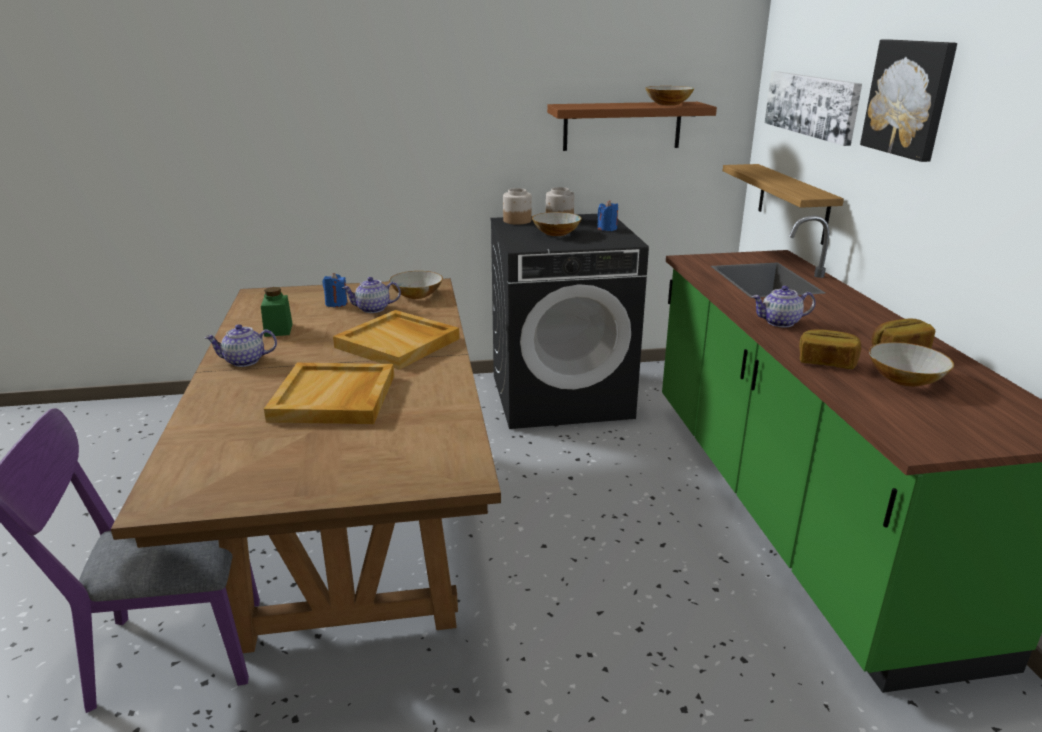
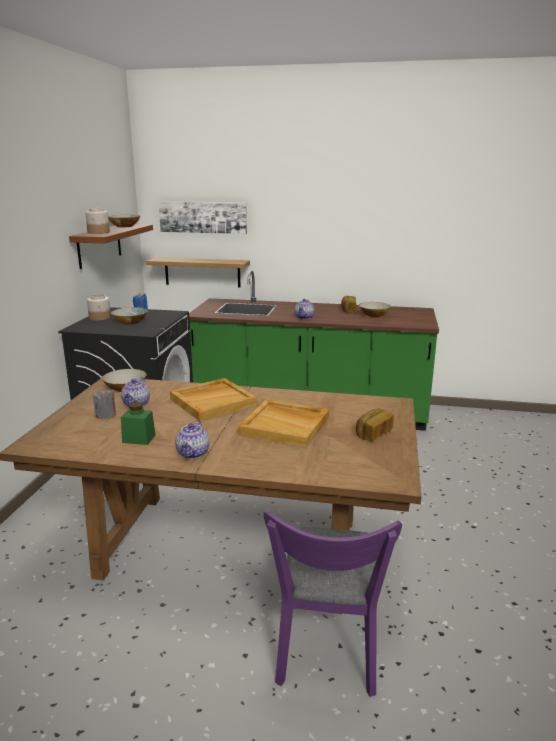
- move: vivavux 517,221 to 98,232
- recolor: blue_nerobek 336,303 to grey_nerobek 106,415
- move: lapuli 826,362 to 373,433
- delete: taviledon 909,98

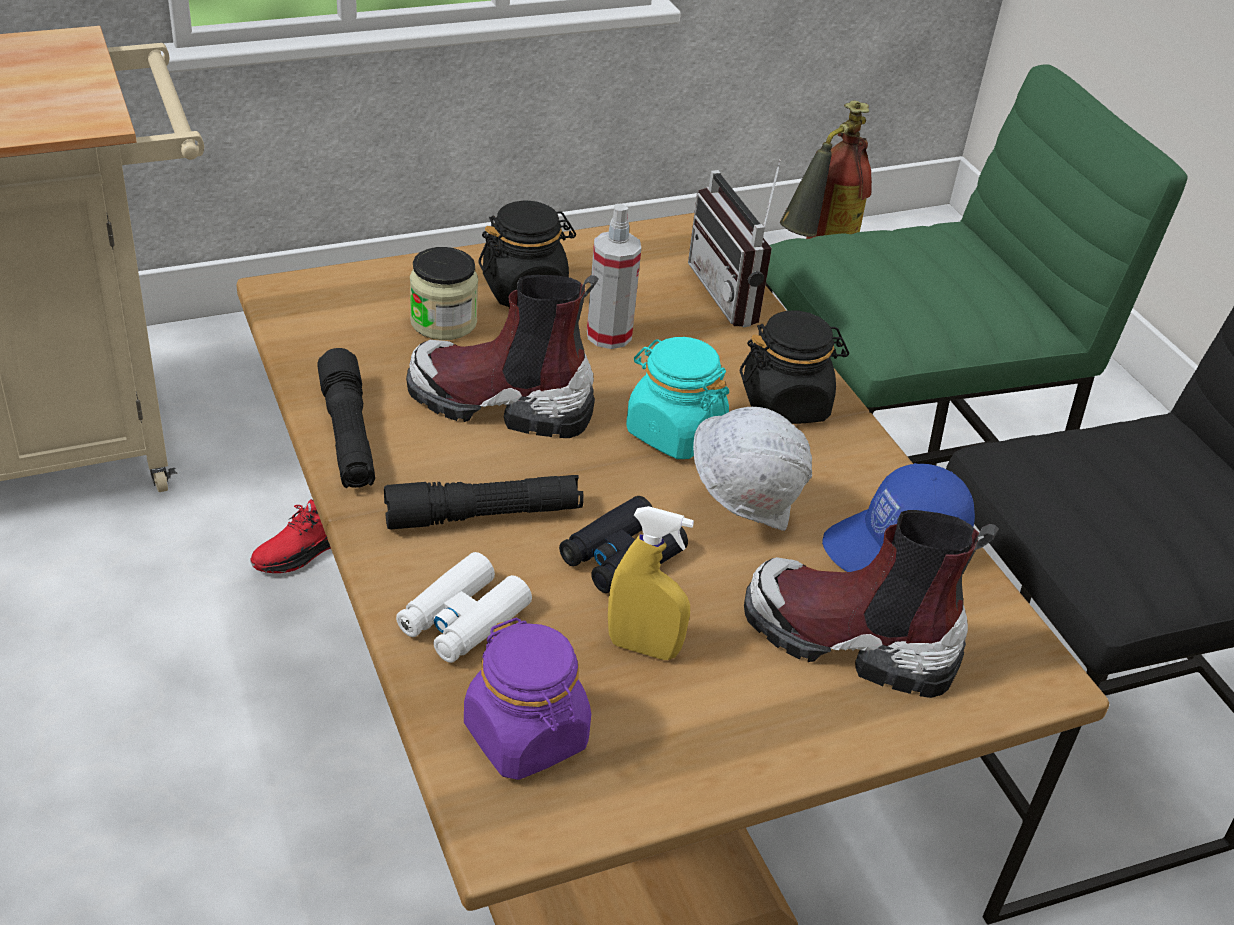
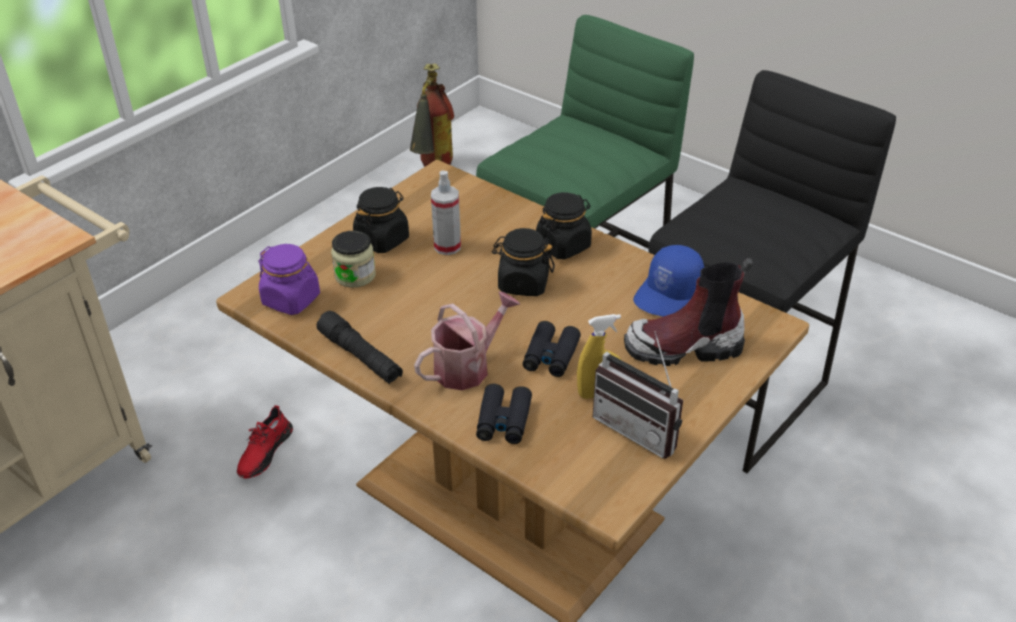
- move: purple_vivavux 526,736 to 291,300
- replace: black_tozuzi 483,515 to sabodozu 467,366
- recolor: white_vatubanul 463,619 to black_vatubanul 503,421
- recolor: turquoise_vivavux 674,432 to black_vivavux 523,283
- move: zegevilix 736,294 to 641,428
- delete: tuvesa 499,404
- delete: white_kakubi 742,511

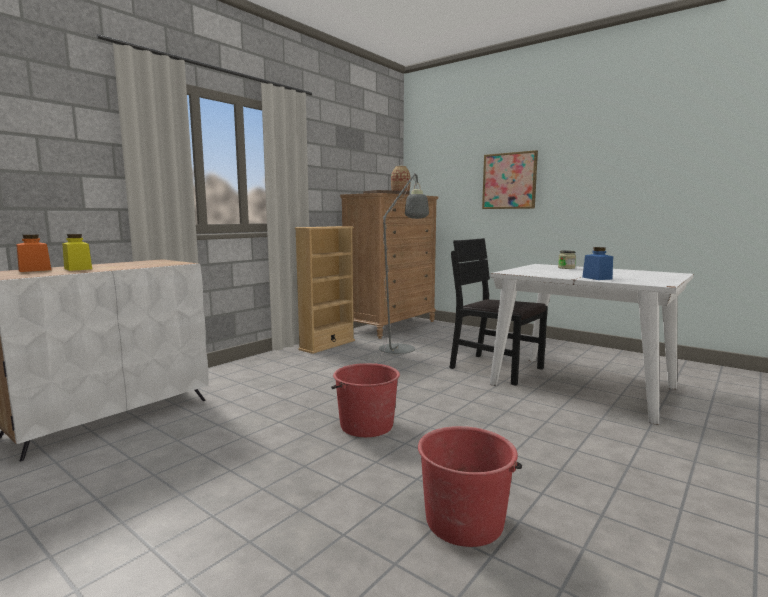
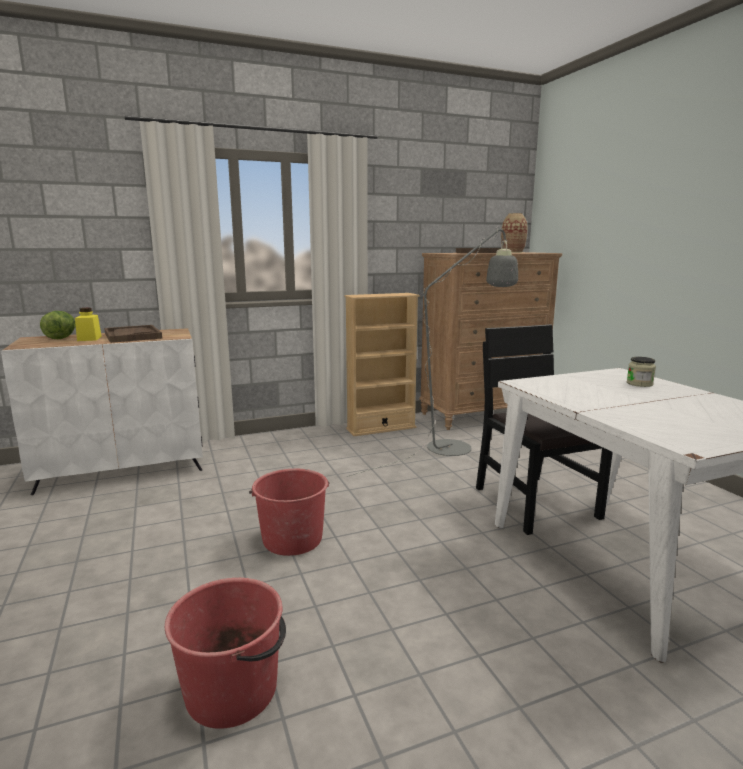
- replace: orange_vivavux 35,270 to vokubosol 62,337
- insert: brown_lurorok 132,336
- delete: taviledon 509,181
- delete: blue_vivavux 597,278

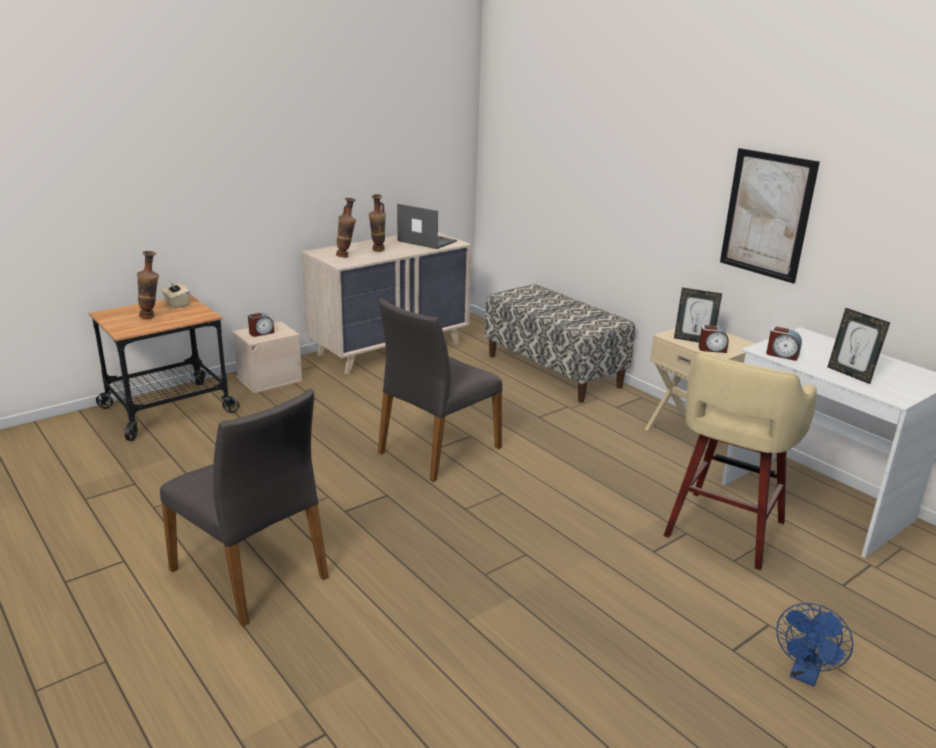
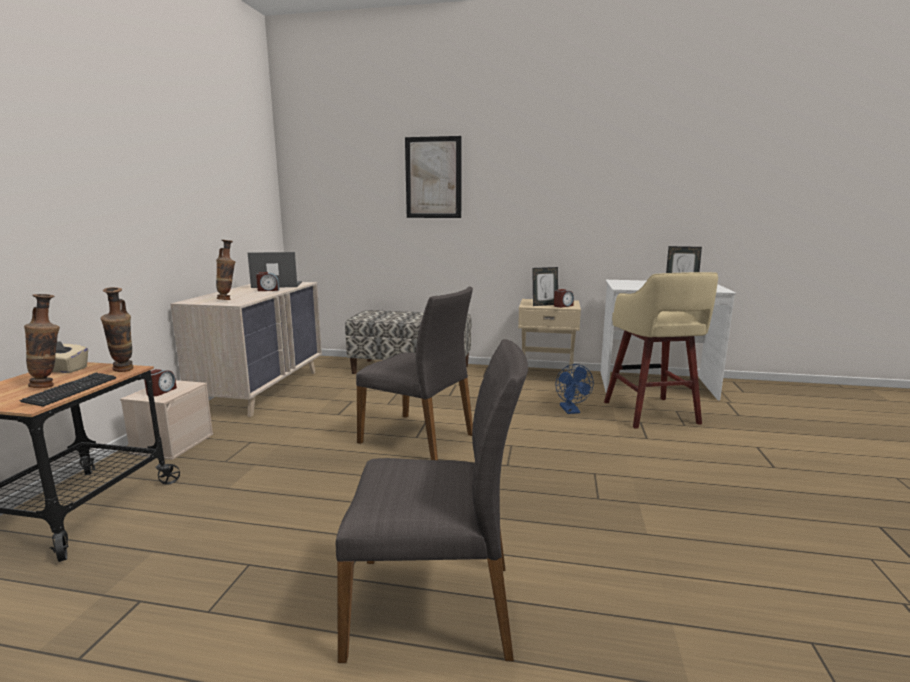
- insert: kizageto 71,390
- move: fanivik 378,251 to 124,371
- move: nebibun 782,355 to 268,290
- rotate: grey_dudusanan 437,450 = 418,438 60 degrees counterclockwise
- move: taviledon 767,214 to 433,178
- move: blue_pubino 805,674 to 571,411

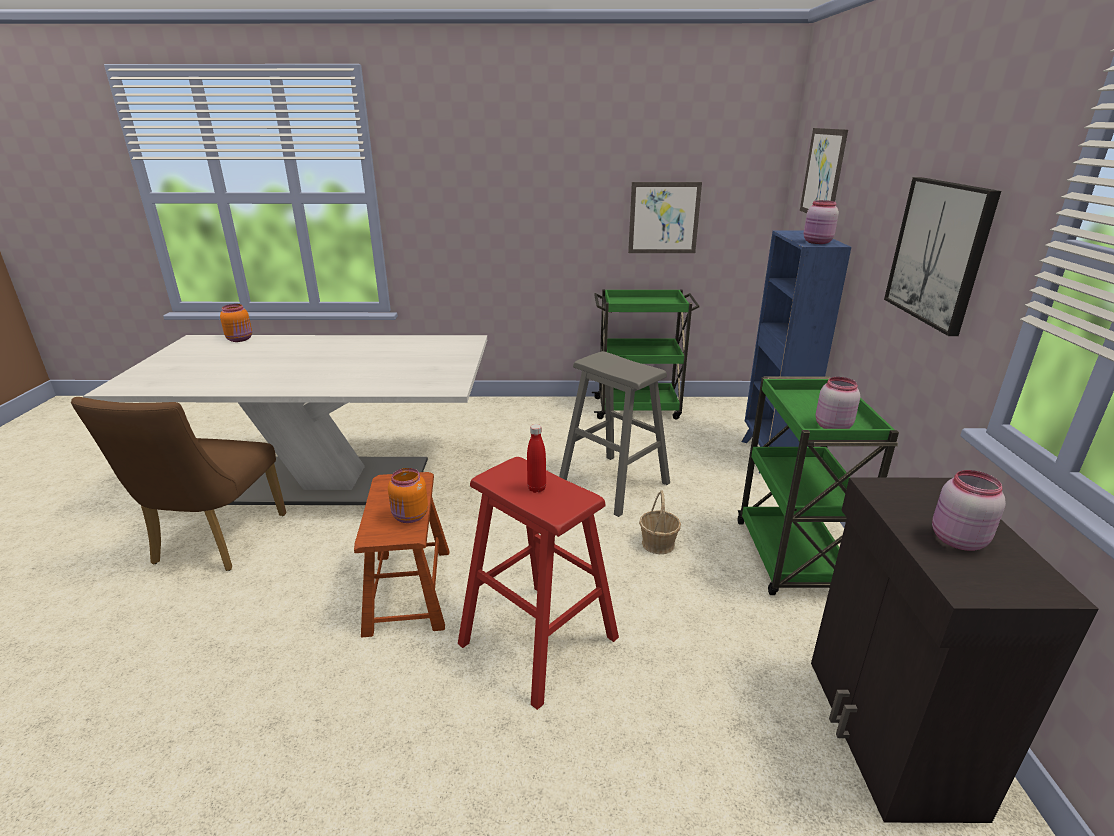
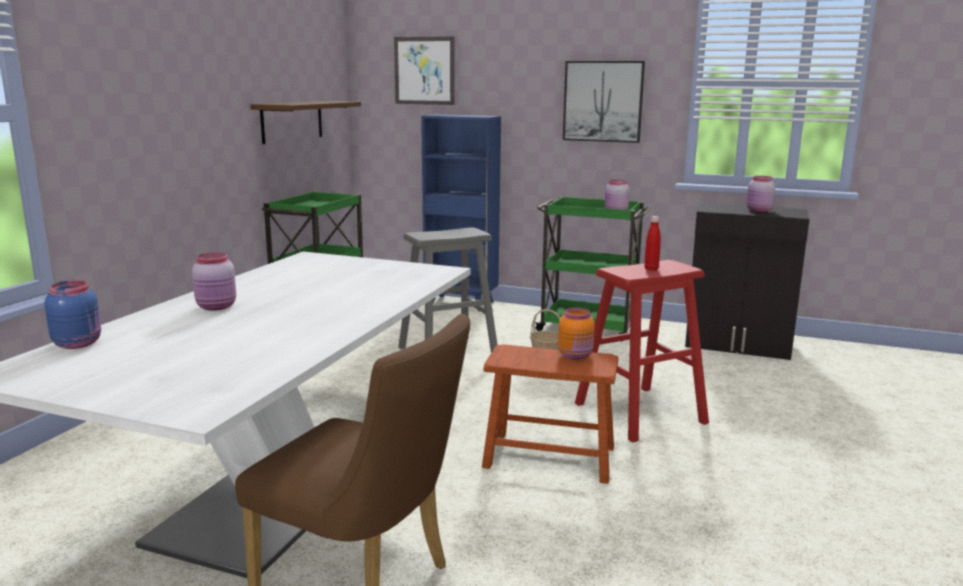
- recolor: orange_vivavux 240,339 to blue_vivavux 78,343
- move: pink_vivavux 817,242 to 217,307
- replace: taviledon 664,218 to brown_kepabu 292,121

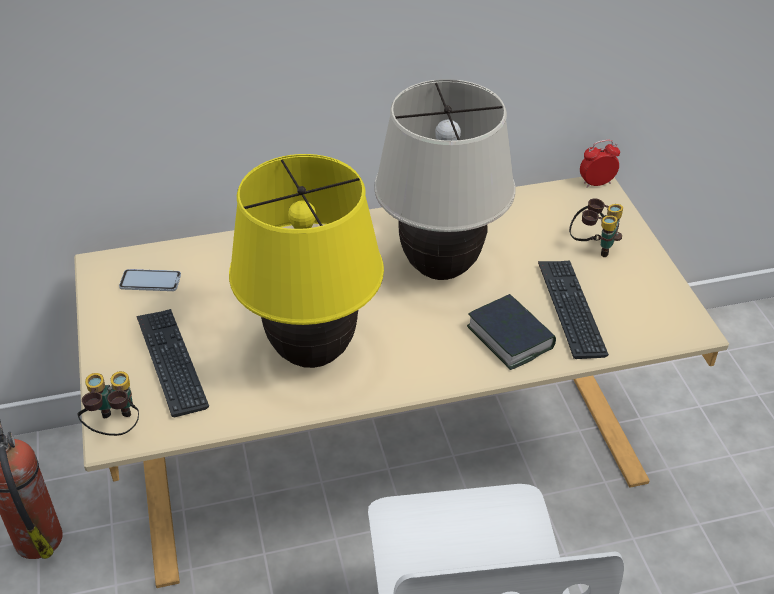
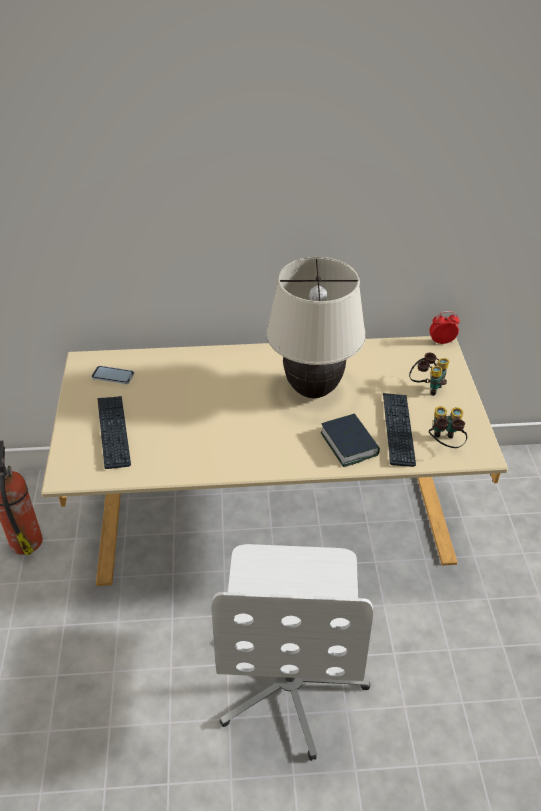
- move: vatubanul 115,428 to 444,444
- delete: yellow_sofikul 312,353

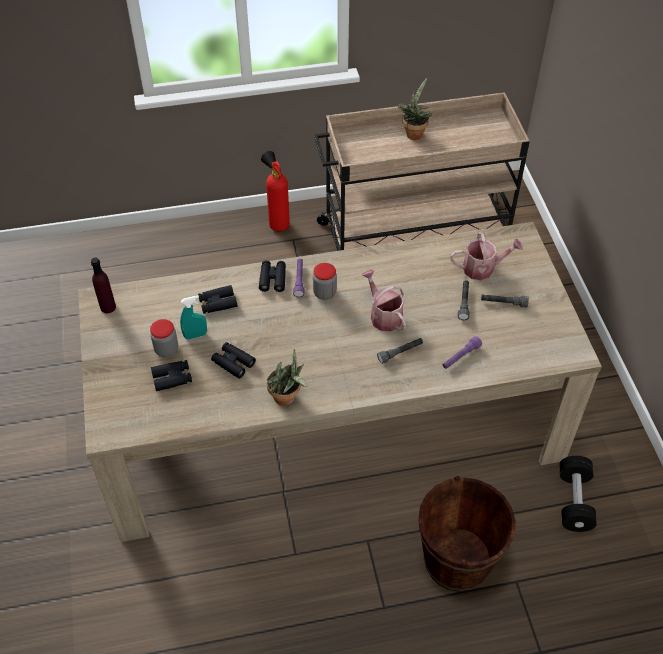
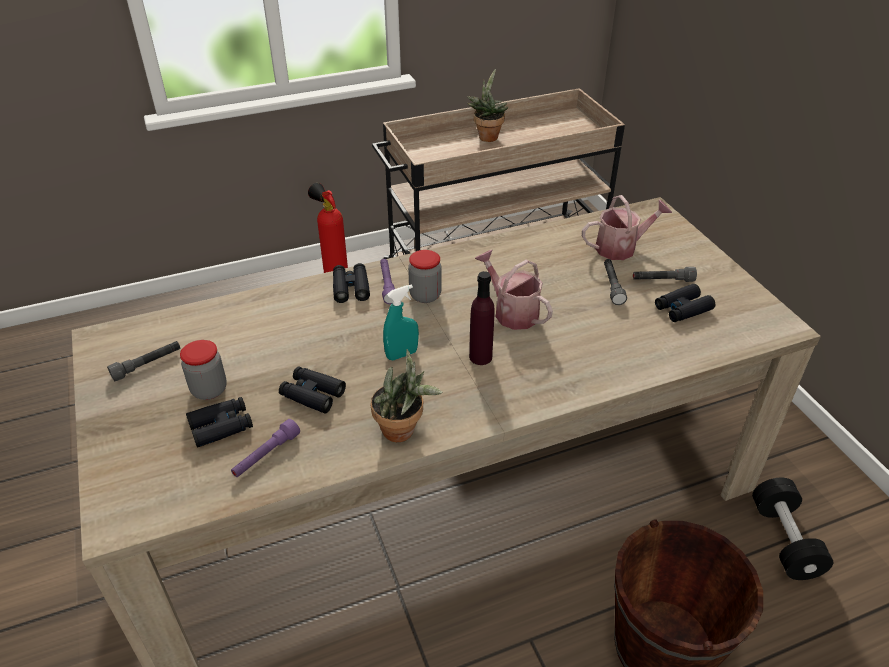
- move: grey_tozuzi 400,353 to 147,365
- move: purple_tozuzi 460,357 to 266,455
- move: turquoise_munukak 195,335 to 402,354
- move: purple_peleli 108,307 to 480,357
- move: black_vatubanul 217,303 to 682,309

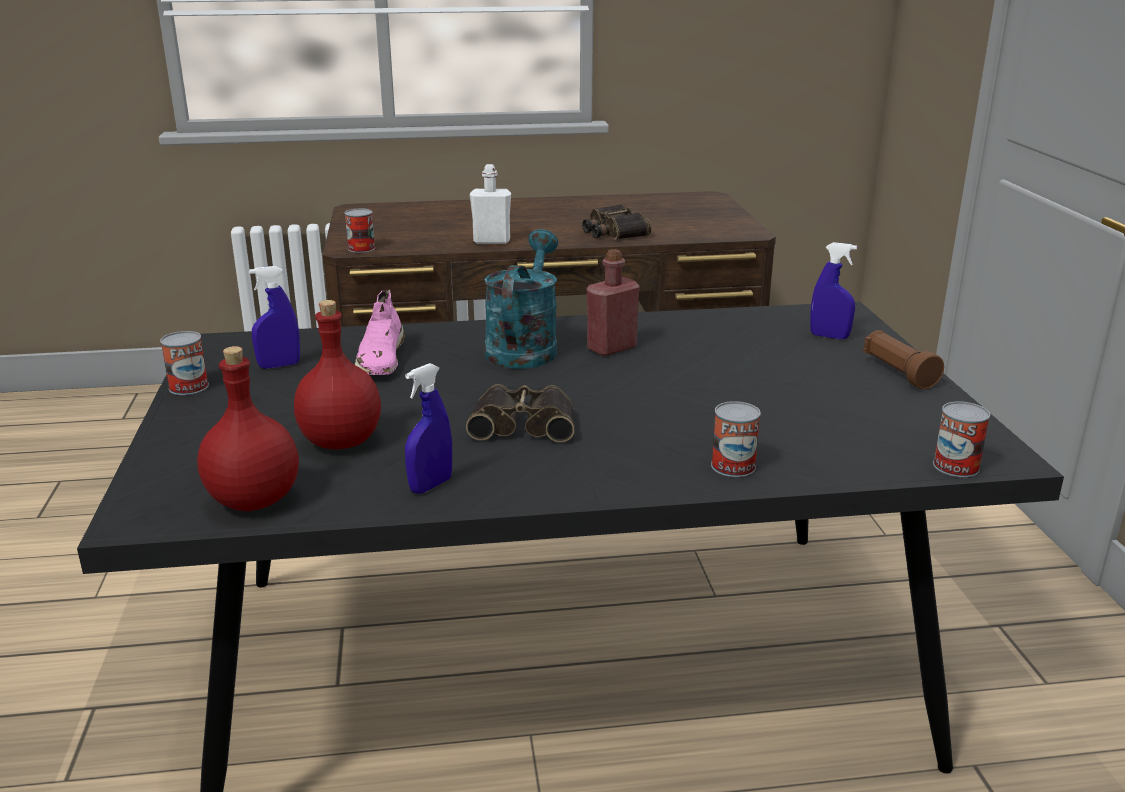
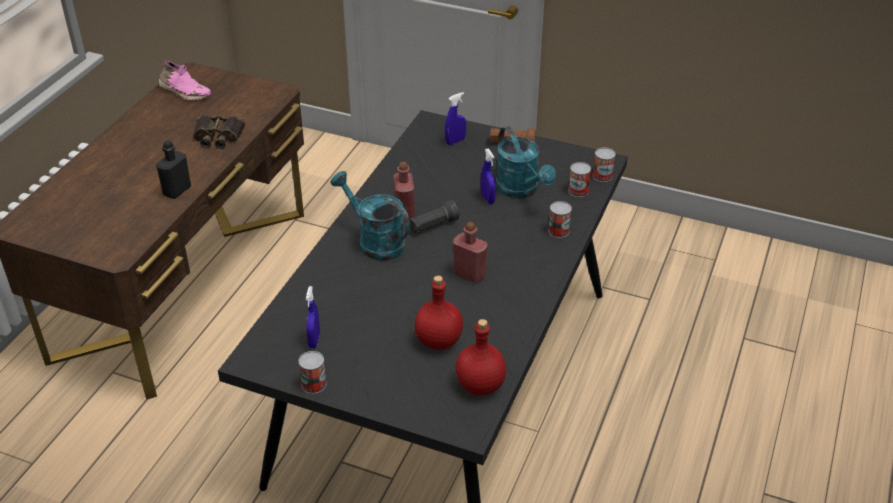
- recolor: white_peleli 491,241 to black_peleli 177,191
- move: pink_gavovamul 381,359 to 184,92
- insert: black_tozuzi 433,226
- replace: vatubanul 524,424 to red_peleli 469,274
- move: blue_munukak 430,485 to 487,199
- insert: turquoise_sabodozu 521,190
- move: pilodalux 361,248 to 578,191

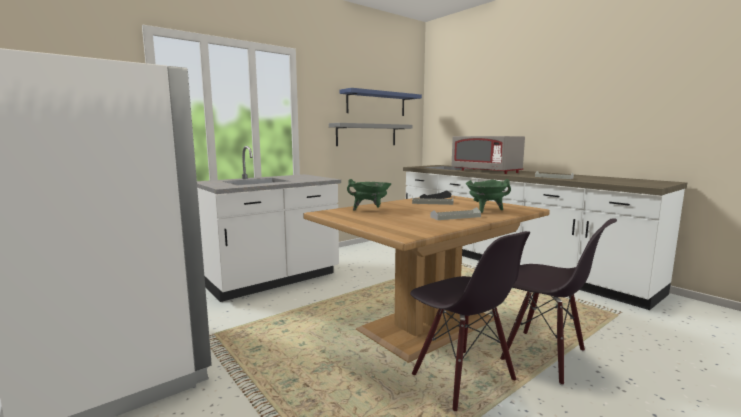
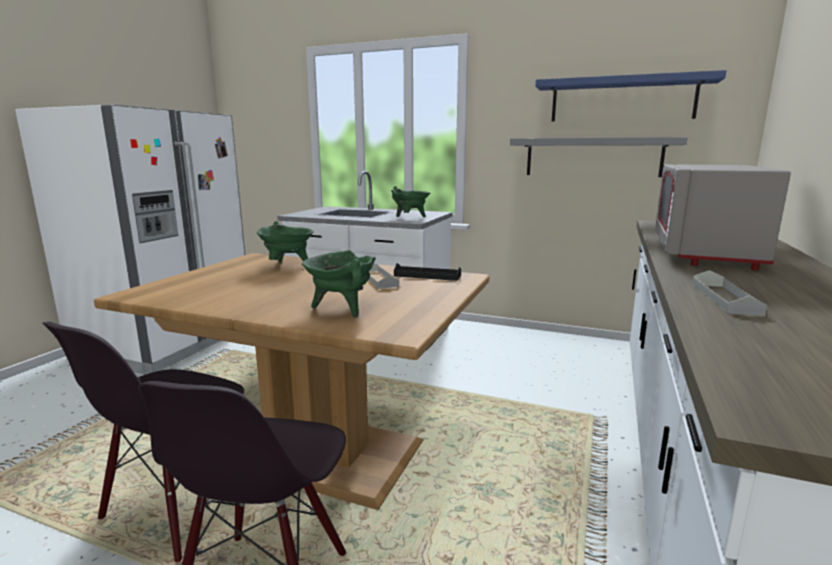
- insert: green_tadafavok 410,218
- delete: grey_lurorok 455,217

